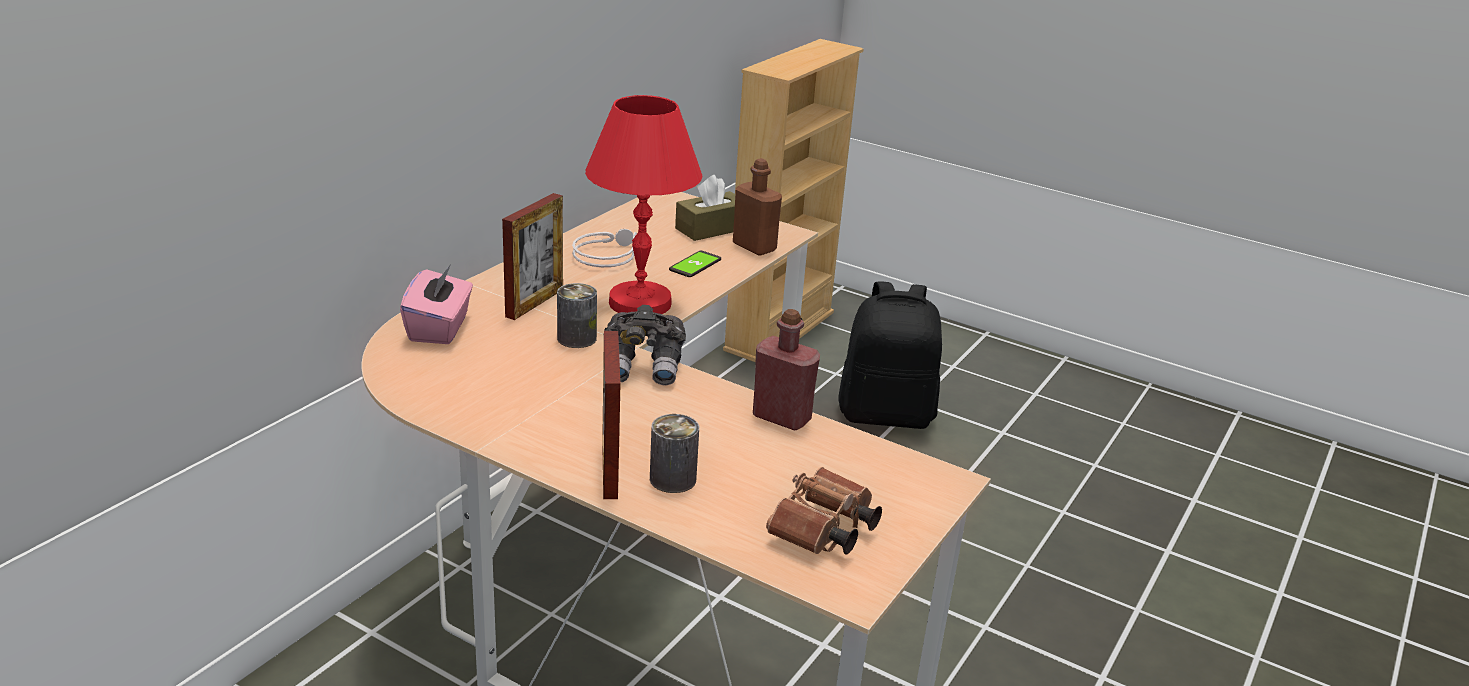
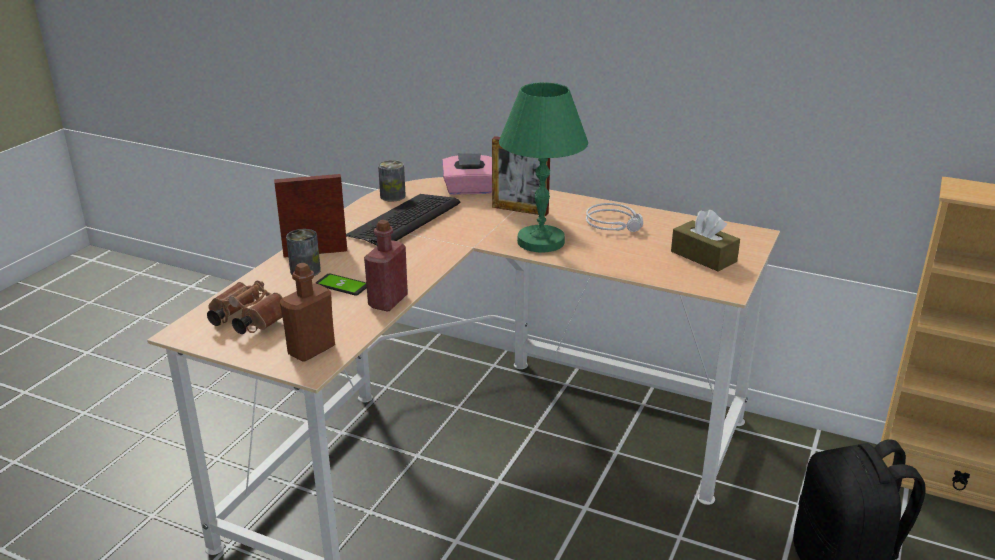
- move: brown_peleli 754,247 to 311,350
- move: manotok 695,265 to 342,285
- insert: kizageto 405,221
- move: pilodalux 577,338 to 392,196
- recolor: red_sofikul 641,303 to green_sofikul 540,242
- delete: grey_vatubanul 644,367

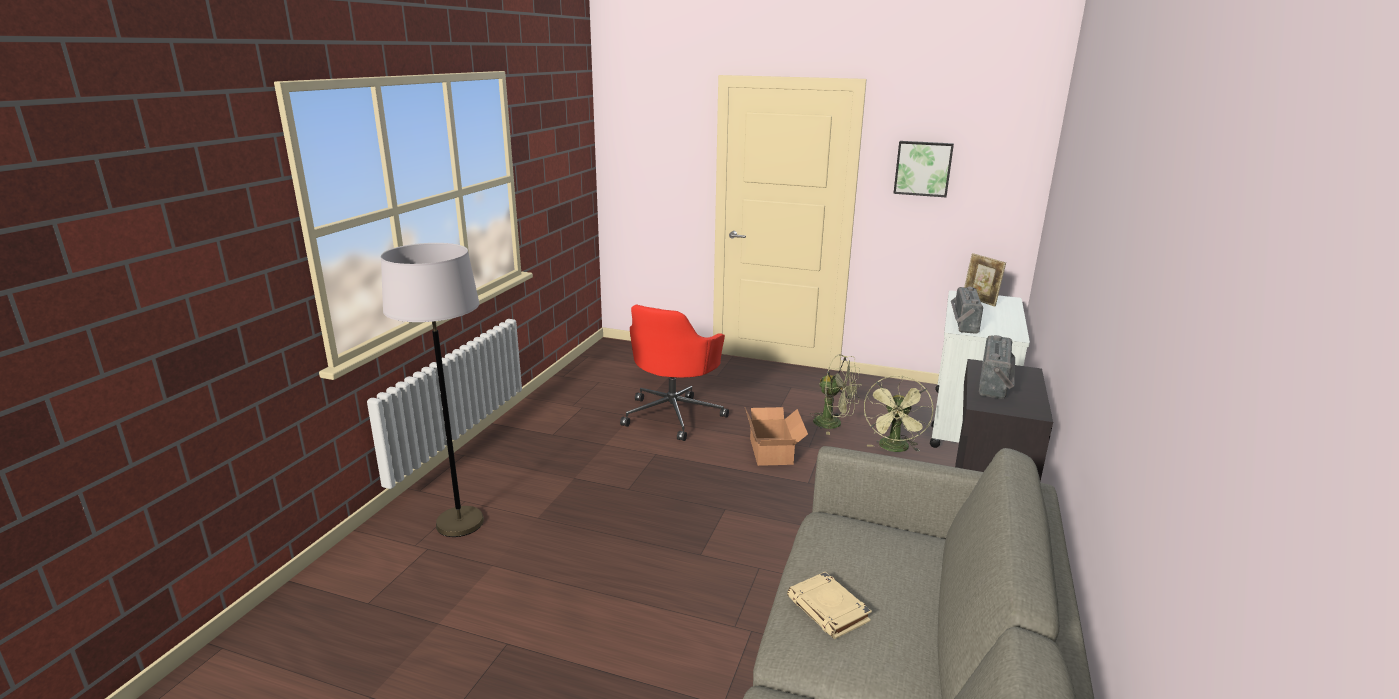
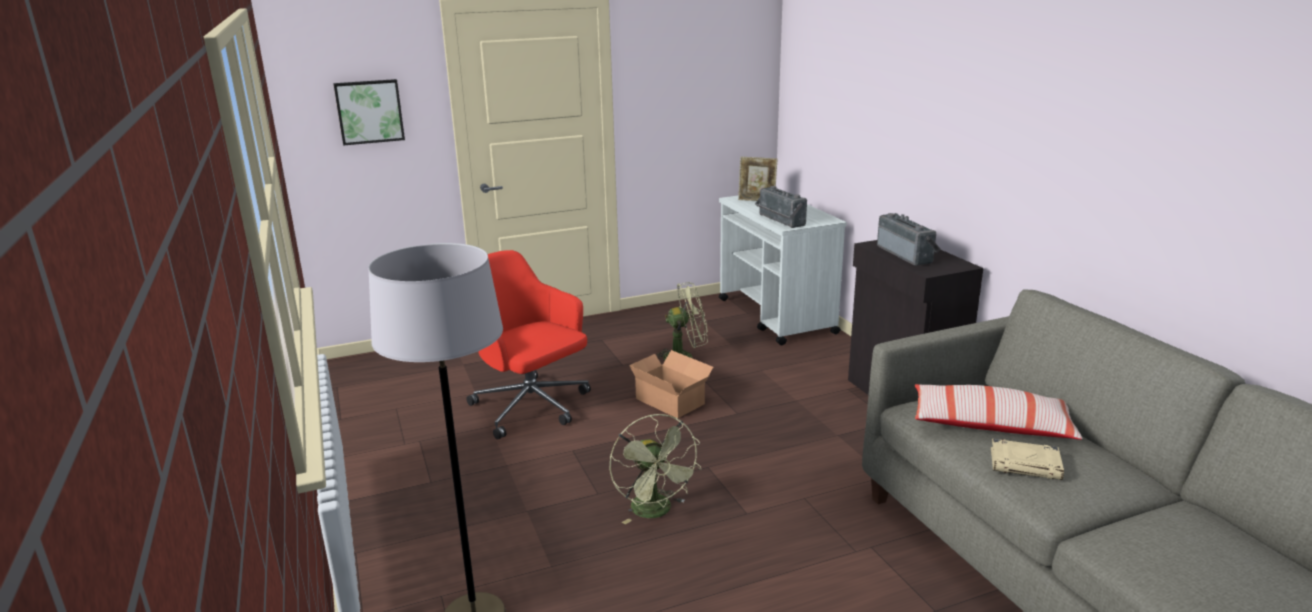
- move: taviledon 923,168 to 369,111
- rotate: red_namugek 673,415 = 532,407 150 degrees clockwise
- move: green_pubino 894,449 to 656,512
- insert: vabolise 991,426

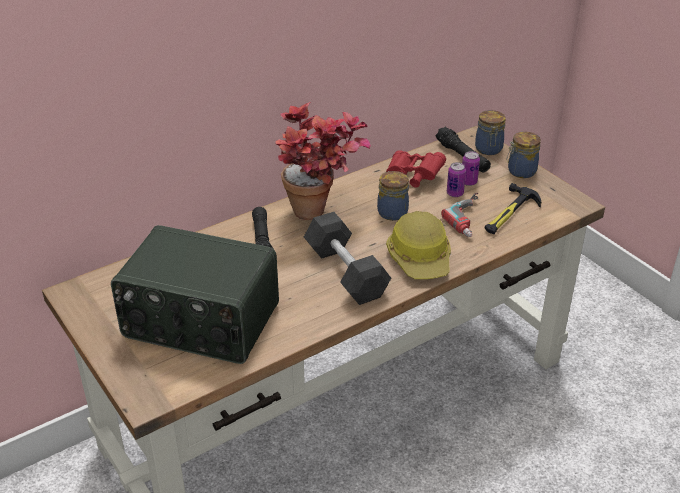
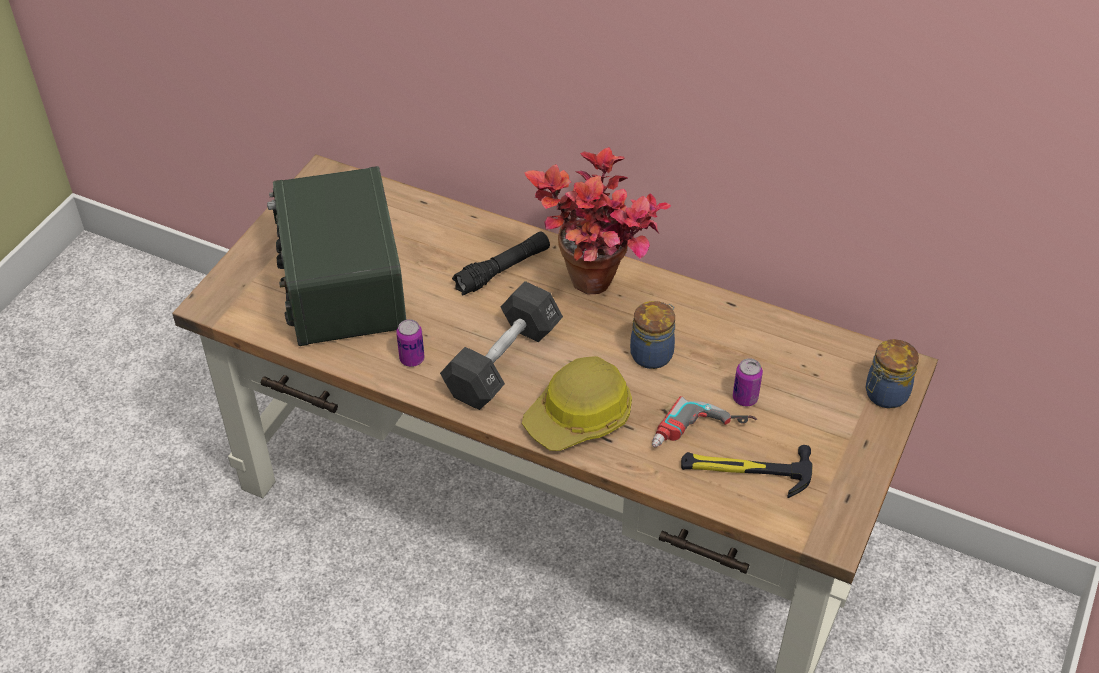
- move: pilodalux 468,182 to 412,359
- delete: red_vatubanul 412,178
- delete: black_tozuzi 462,157
- delete: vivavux 520,171

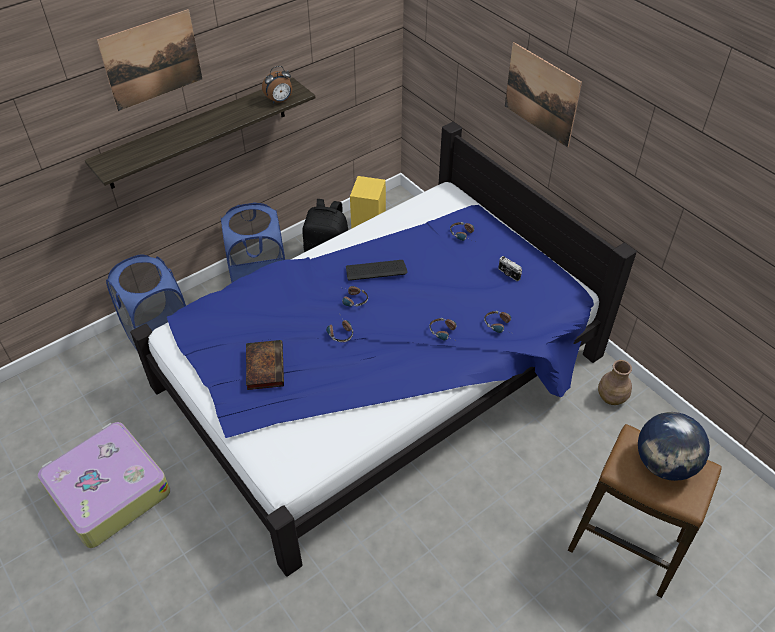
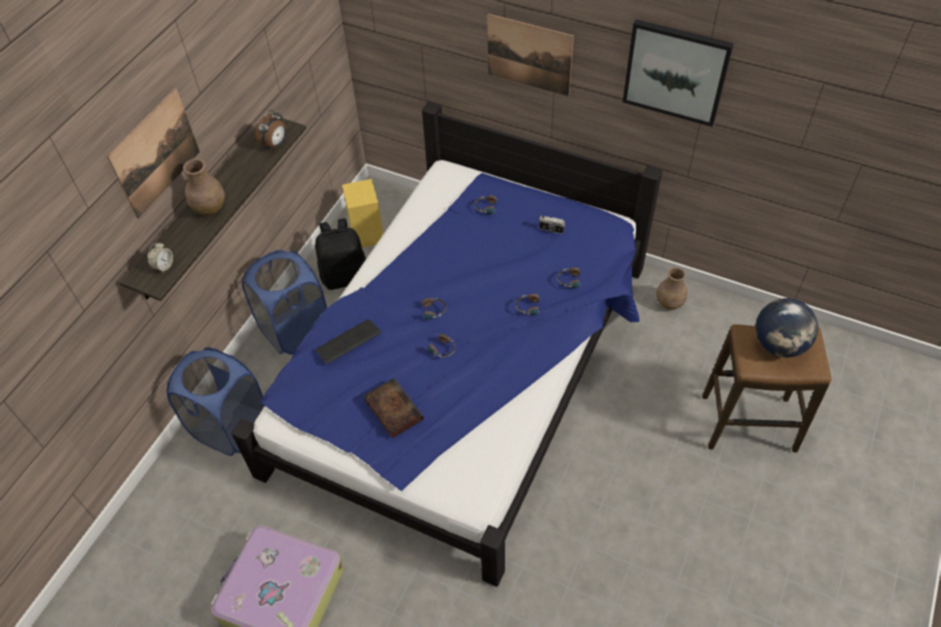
- insert: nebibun 164,266
- insert: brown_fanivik 210,208
- move: kizageto 376,270 to 348,342
- insert: taviledon 676,72

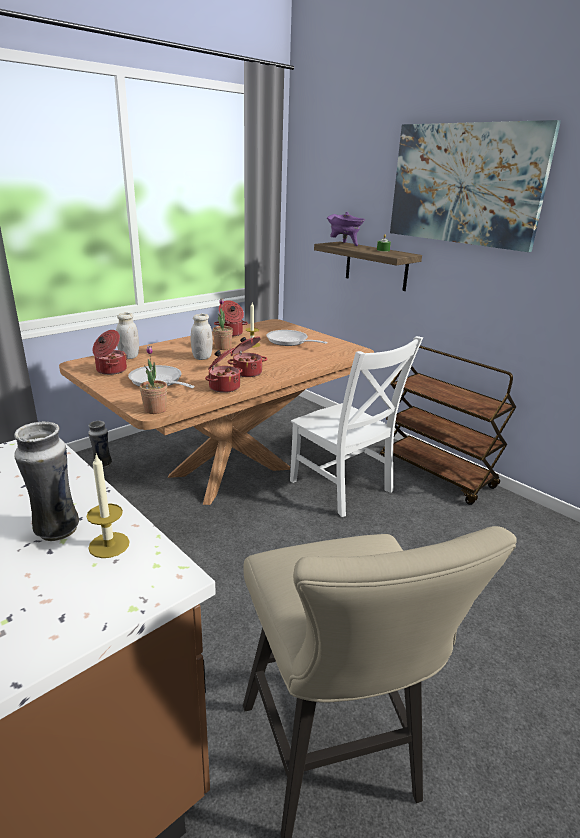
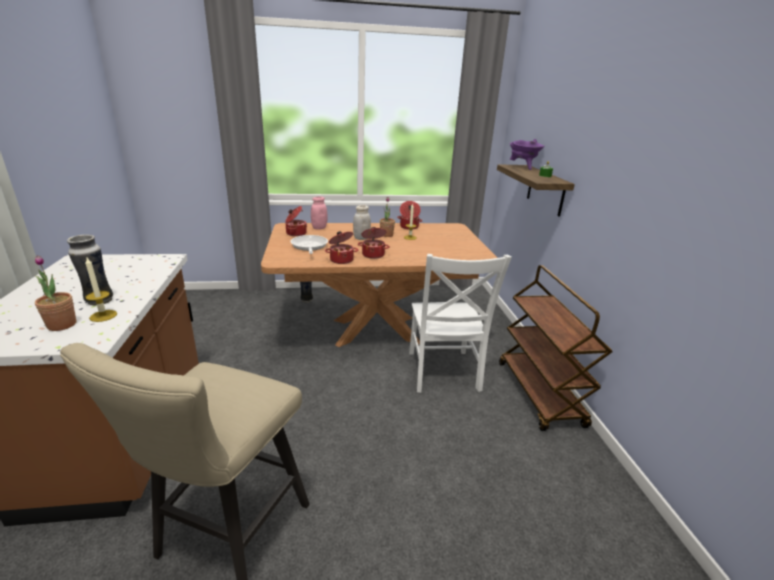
- move: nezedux 155,409 to 62,325
- recolor: white_vivavux 129,357 to pink_vivavux 319,228
- delete: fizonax 290,342
- delete: taviledon 465,184

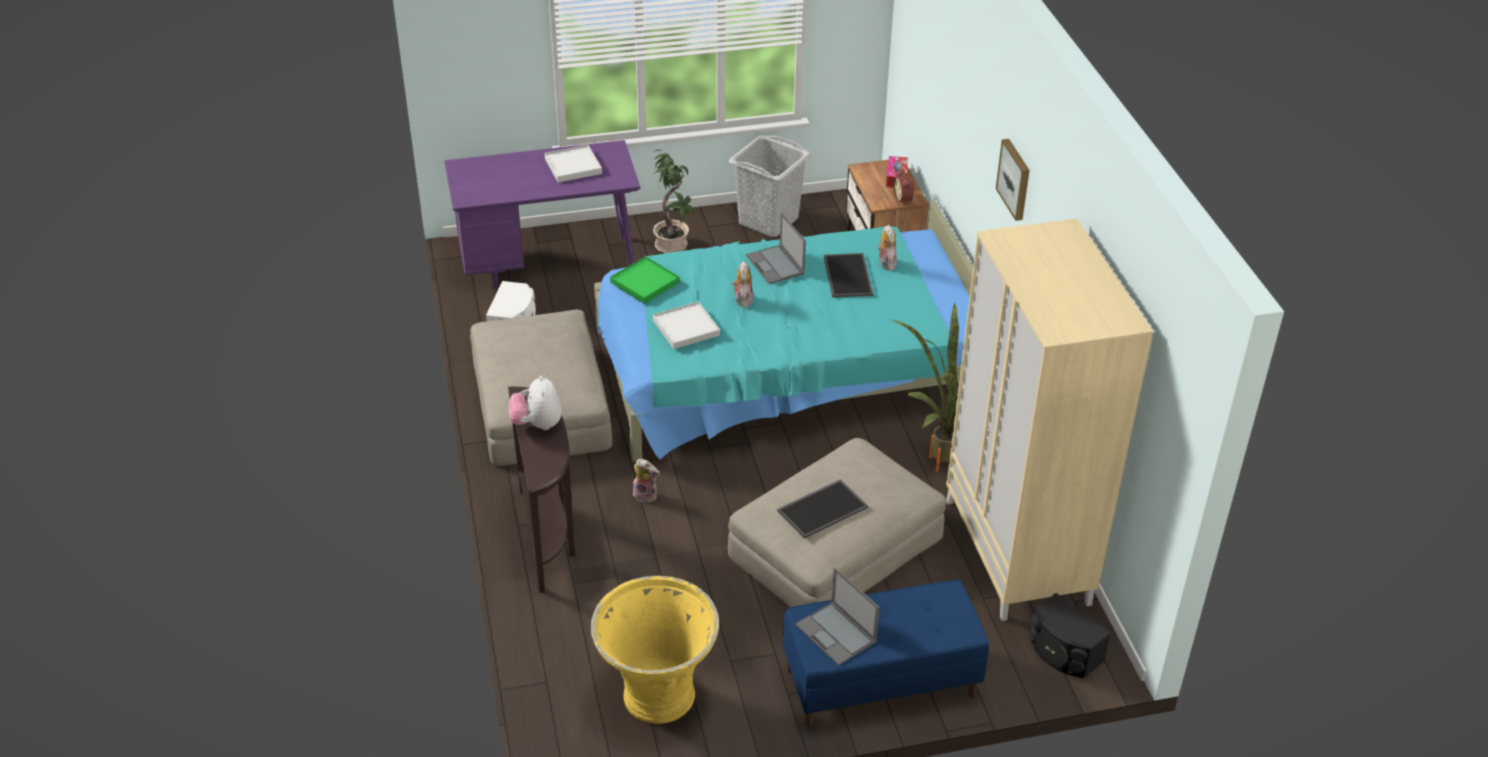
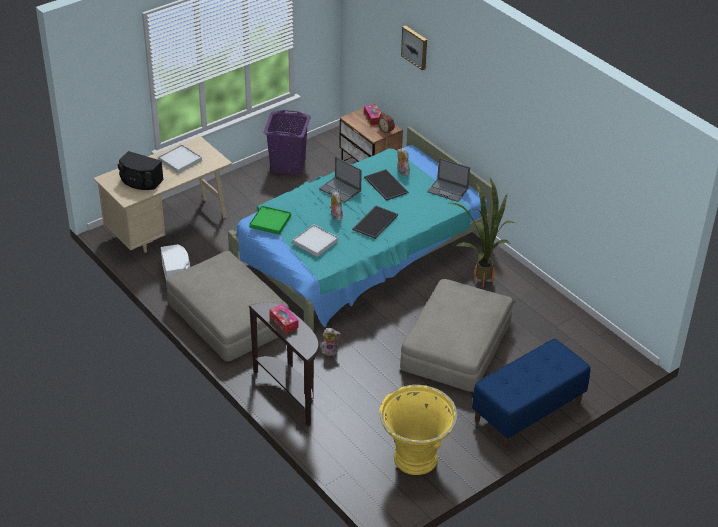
- recolor: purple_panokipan 548,262 to beige_panokipan 168,228
- move: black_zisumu 1063,652 to 140,181
- recolor: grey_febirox 769,221 to purple_febirox 288,165
- replace: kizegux 537,424 to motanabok 284,322
- move: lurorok 822,508 to 375,222
- move: taviledon 1015,179 to 415,47
- move: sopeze 836,634 to 448,190
- delete: nezedux 673,245
- delete: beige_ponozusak 1017,552

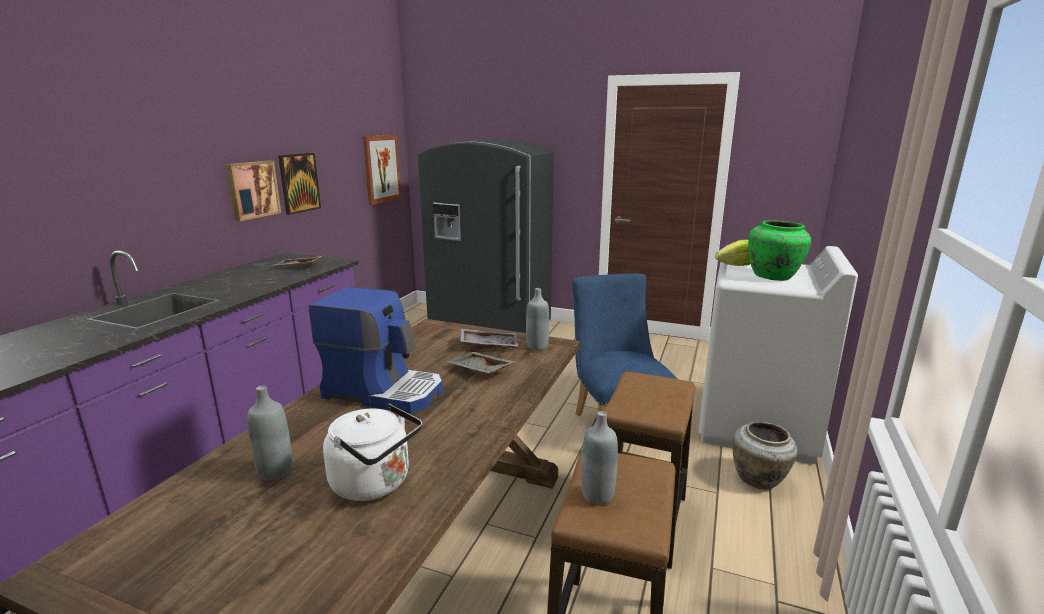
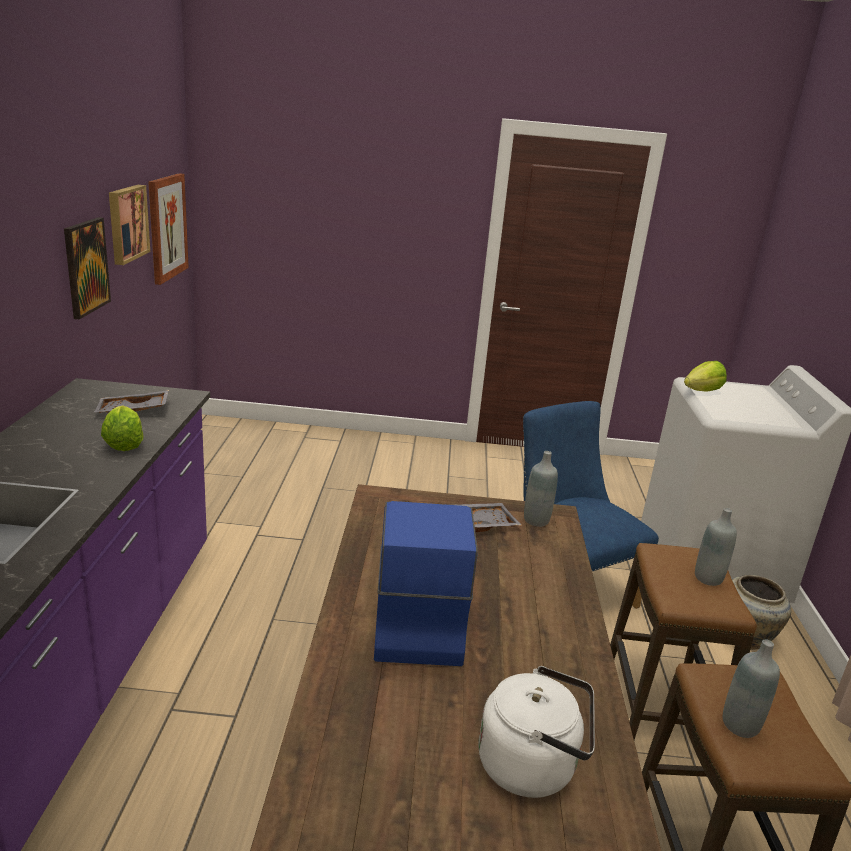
- insert: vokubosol 124,443
- move: taviledon 252,189 to 126,223
- rotate: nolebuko 384,391 = 416,617 90 degrees counterclockwise
- move: grey_peleli 275,471 to 708,578
- delete: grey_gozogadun 490,327
- delete: grey_lurorok 479,371
- delete: green_fanivik 773,277

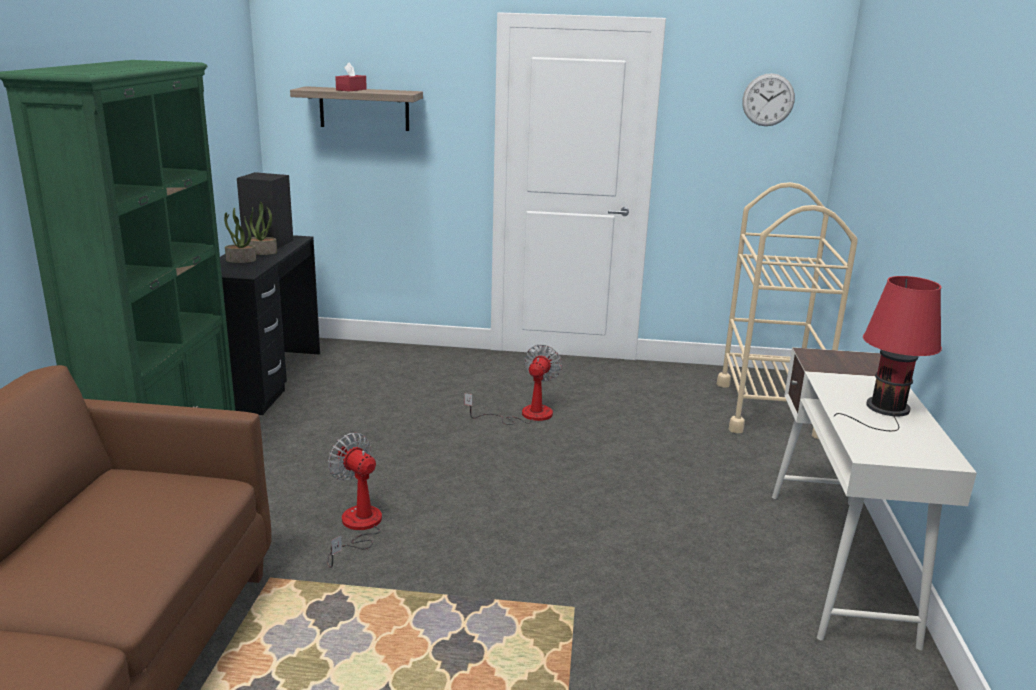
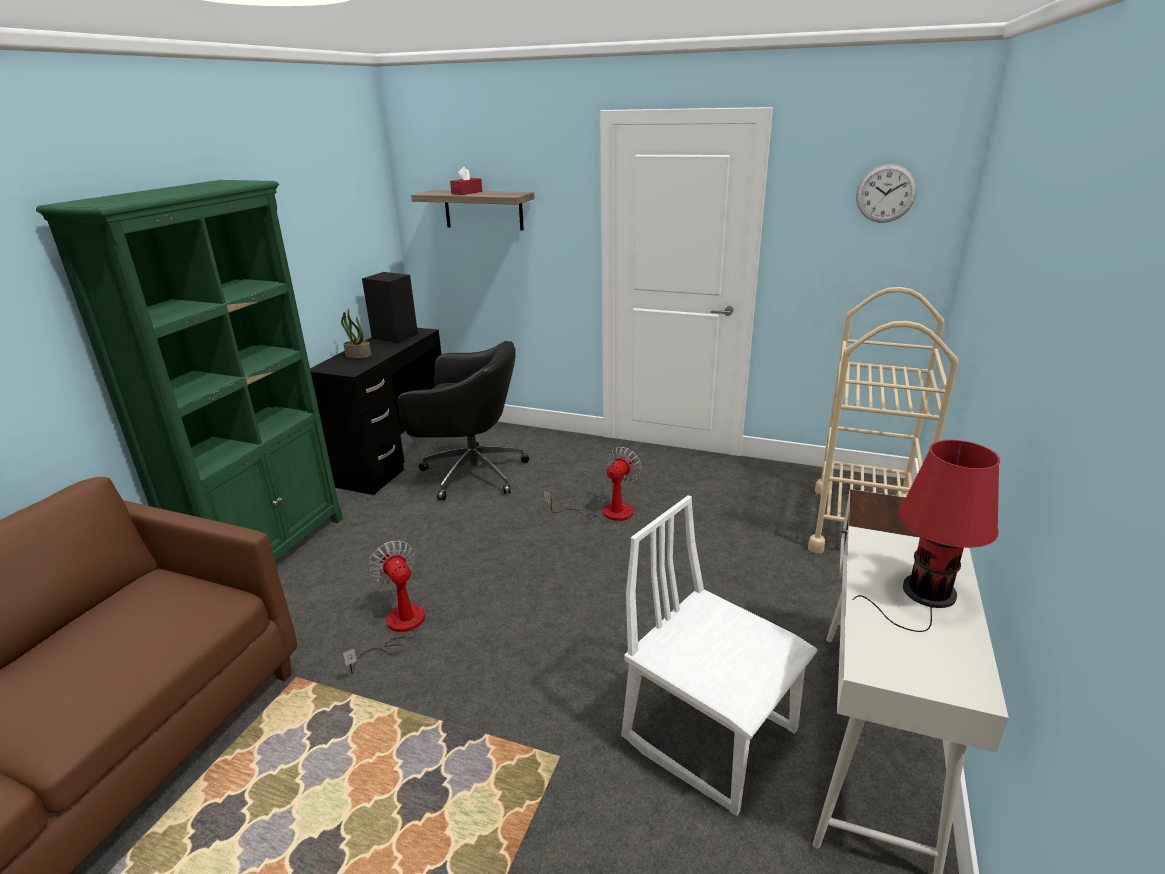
- insert: black_namugek 470,473
- insert: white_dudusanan 710,734
- delete: nezedux 263,252

